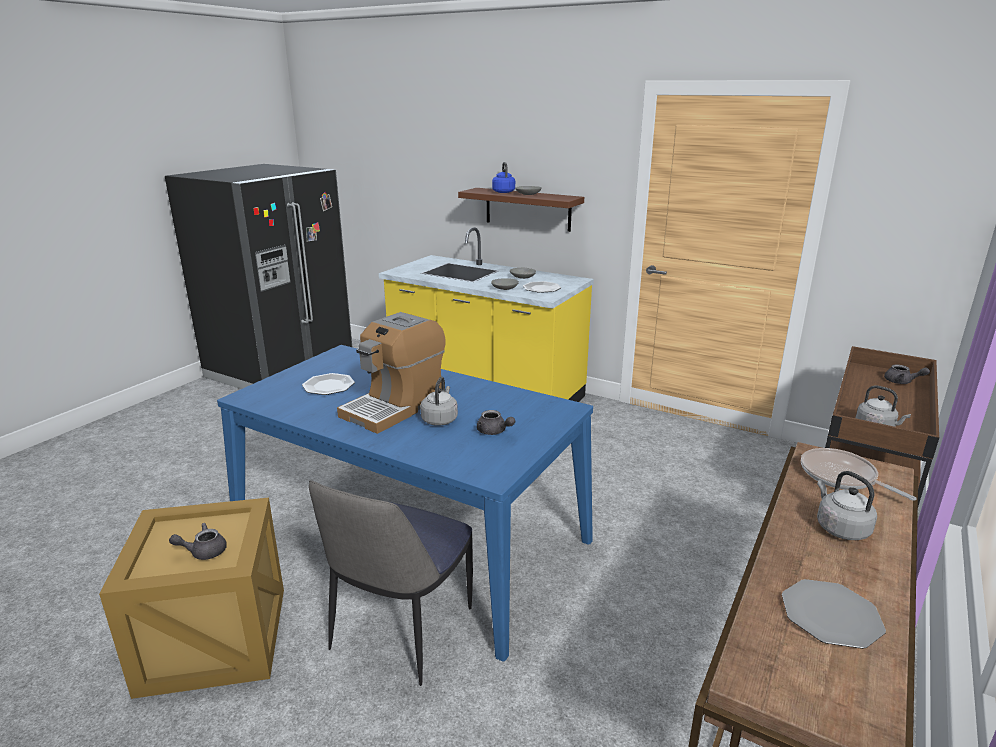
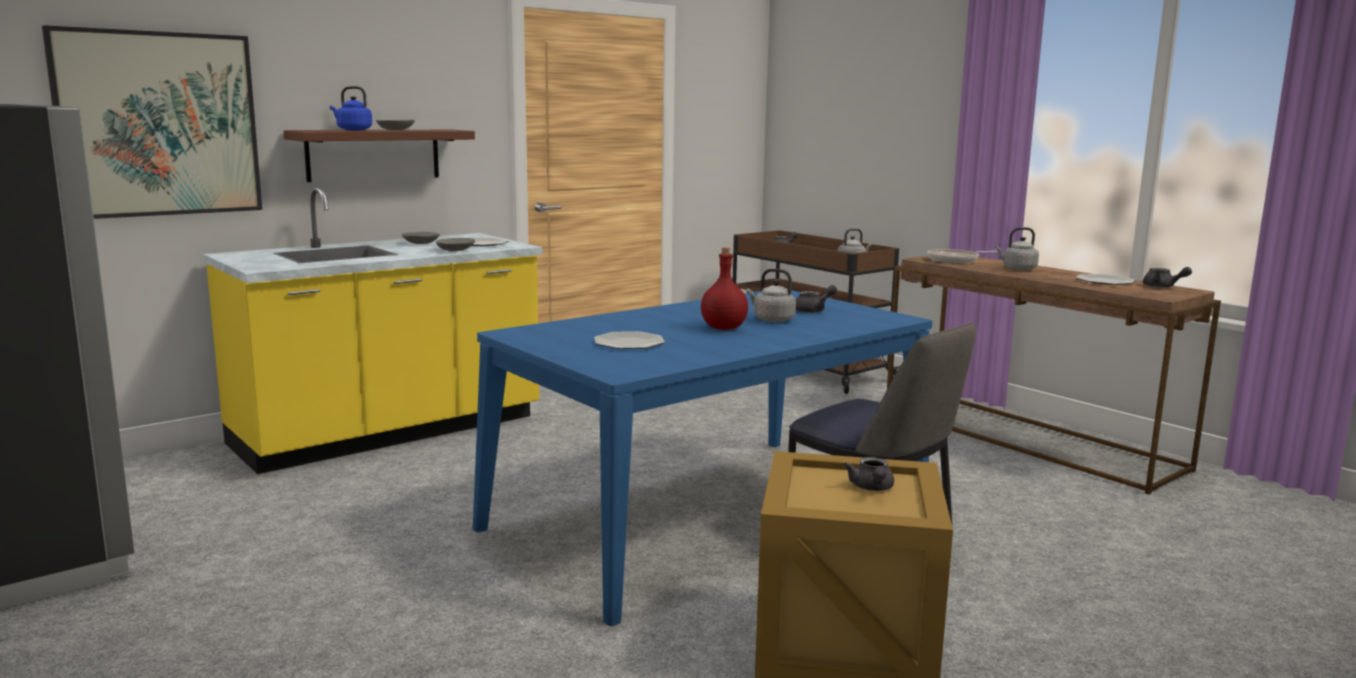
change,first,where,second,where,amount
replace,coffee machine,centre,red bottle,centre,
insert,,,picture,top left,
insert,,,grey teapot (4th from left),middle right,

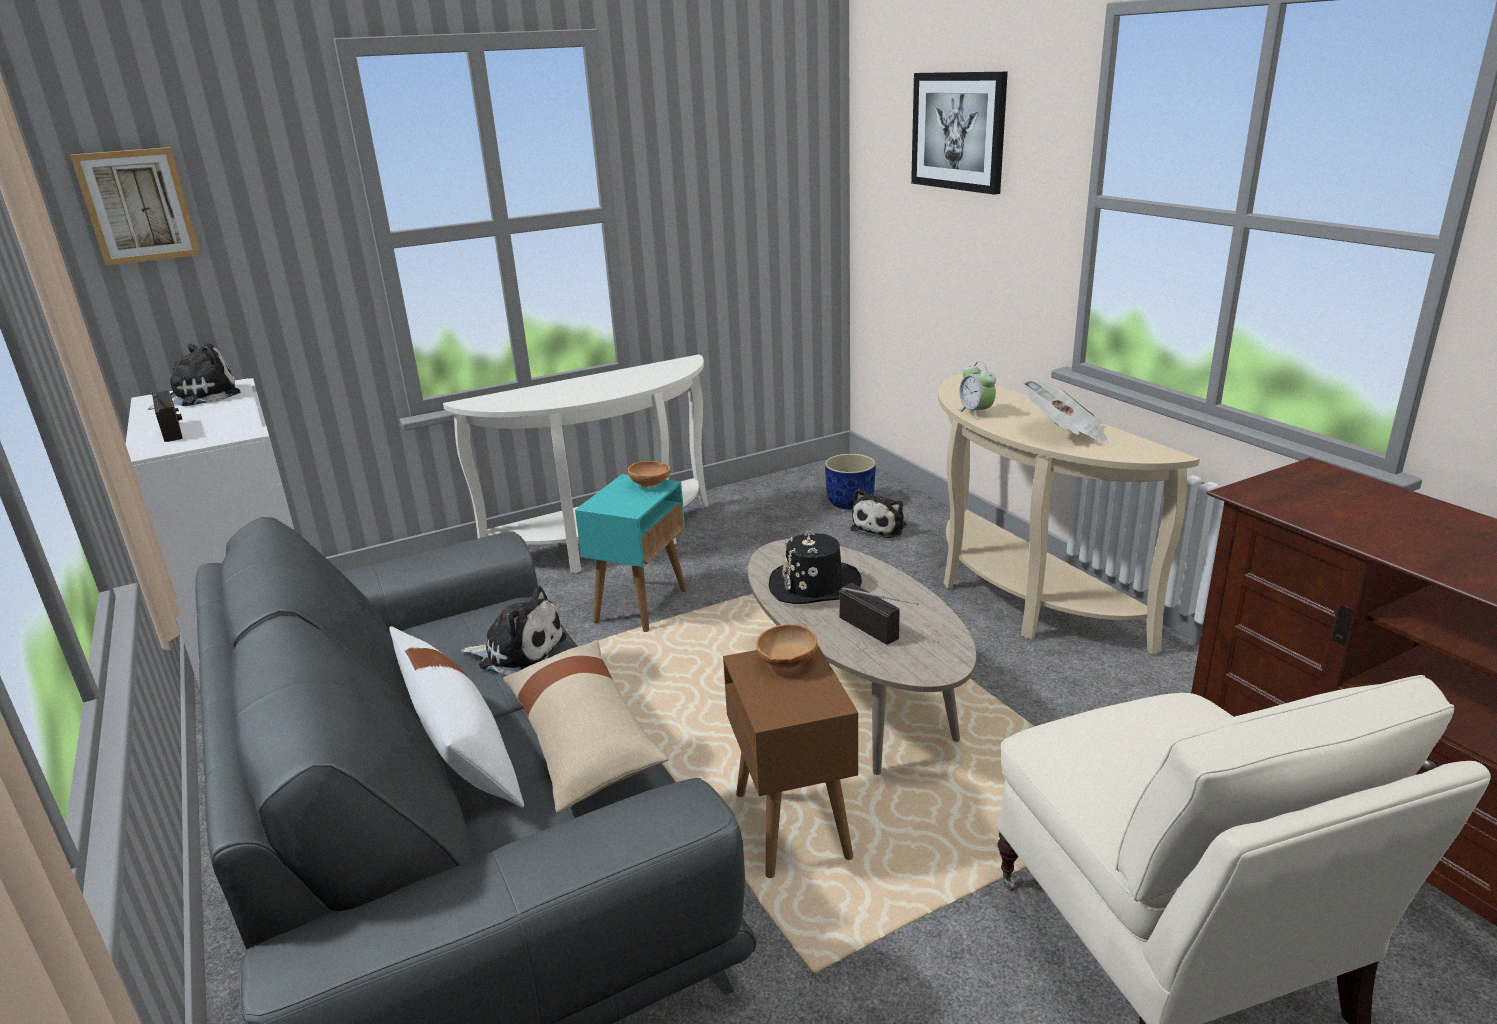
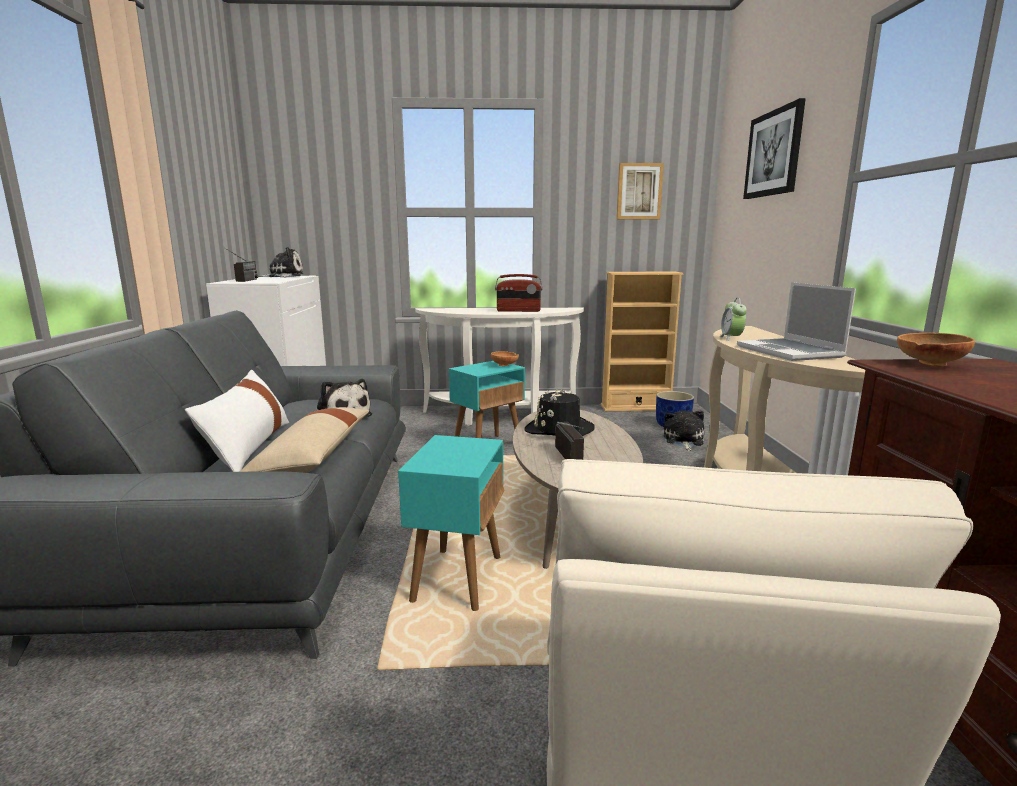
change,first,where,second,where,amount
move,picture (1st from left),top left,,top centre,
recolor,brown side table,bottom centre,turquoise side table (1st from left),centre,
move,brown bowl (2nd from left),centre,,middle right,
rotate,plush toy (3rd from left),centre,,middle right,135 degrees clockwise
replace,newspaper,middle right,laptop,middle right,
insert,,,radio (2nd from left),centre,
insert,,,beige bookcase,centre,

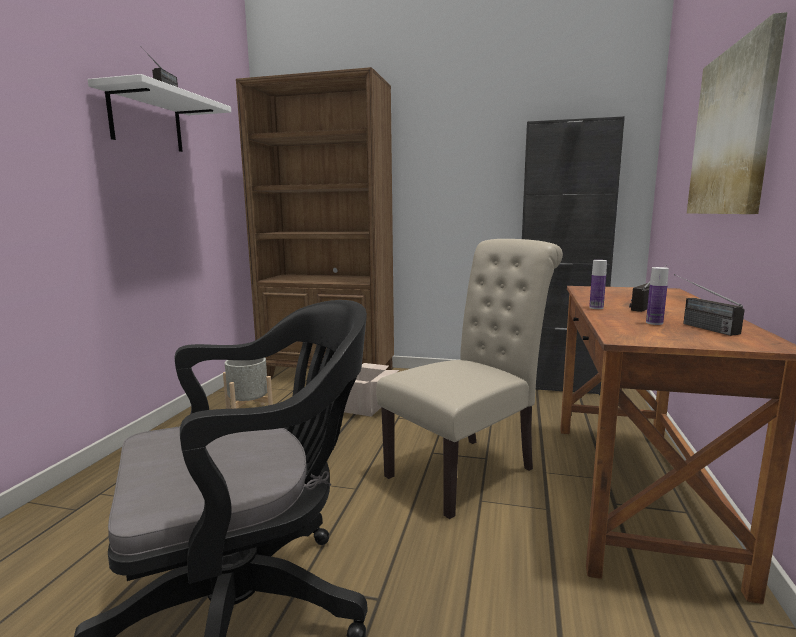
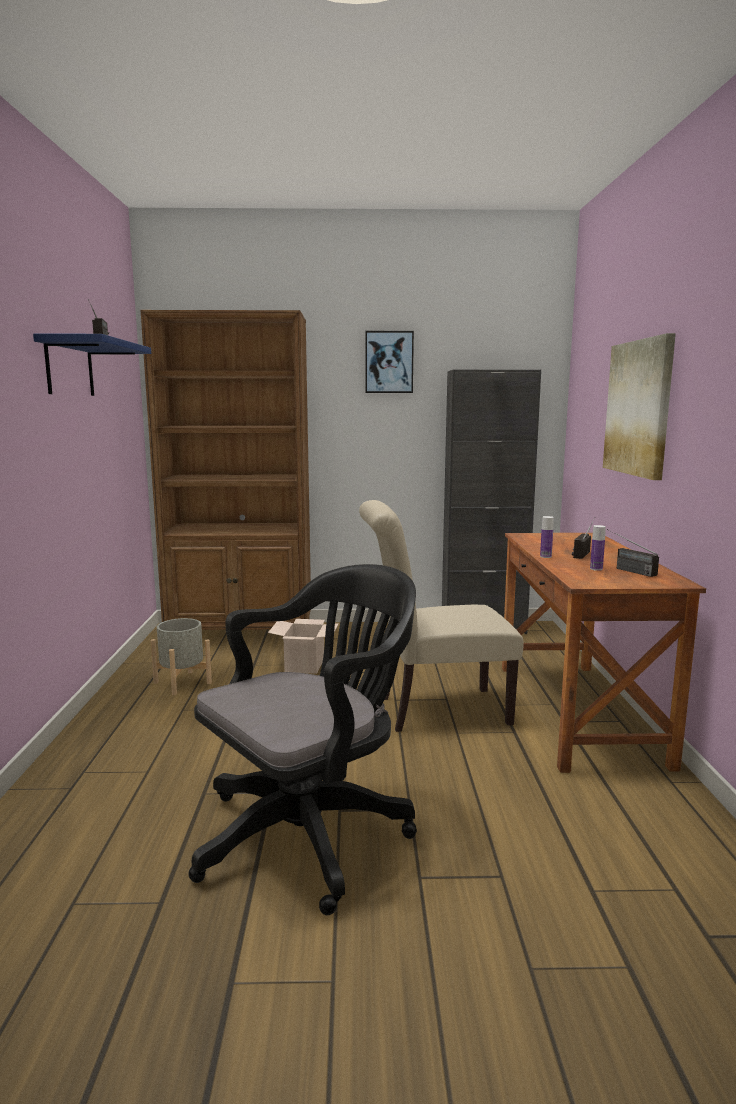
change,first,where,second,where,amount
recolor,white shelf,top left,blue shelf,top left,
rotate,beige chair,centre,,centre,135 degrees counterclockwise
insert,,,picture (1st from left),top centre,

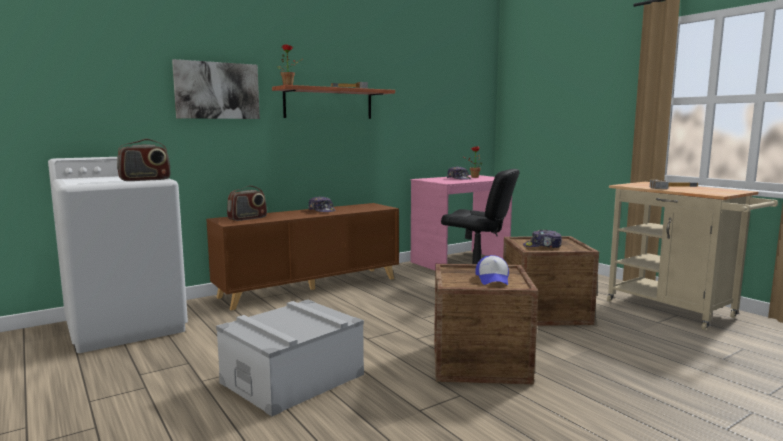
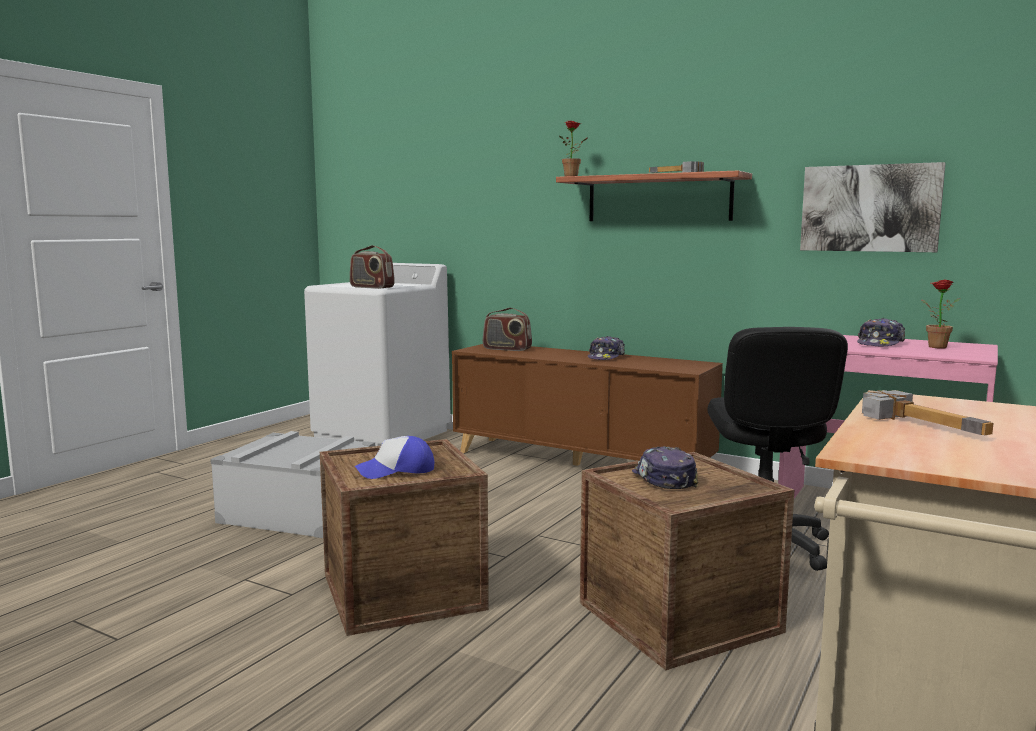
change,first,where,second,where,amount
move,picture,top left,,top right,

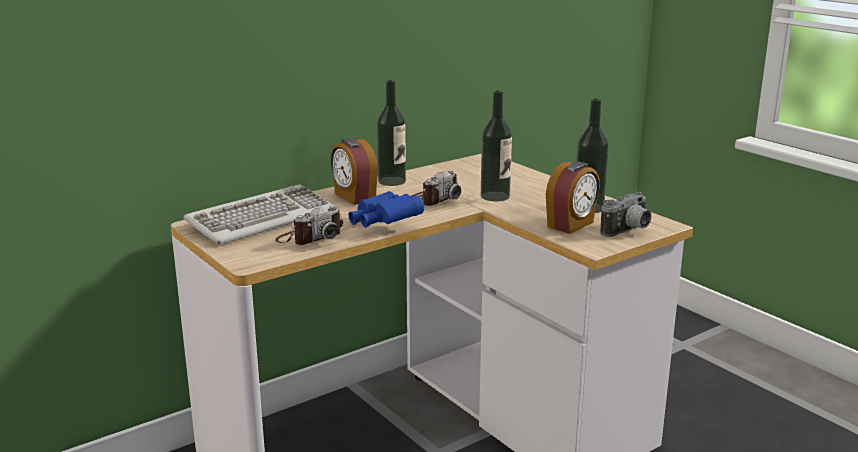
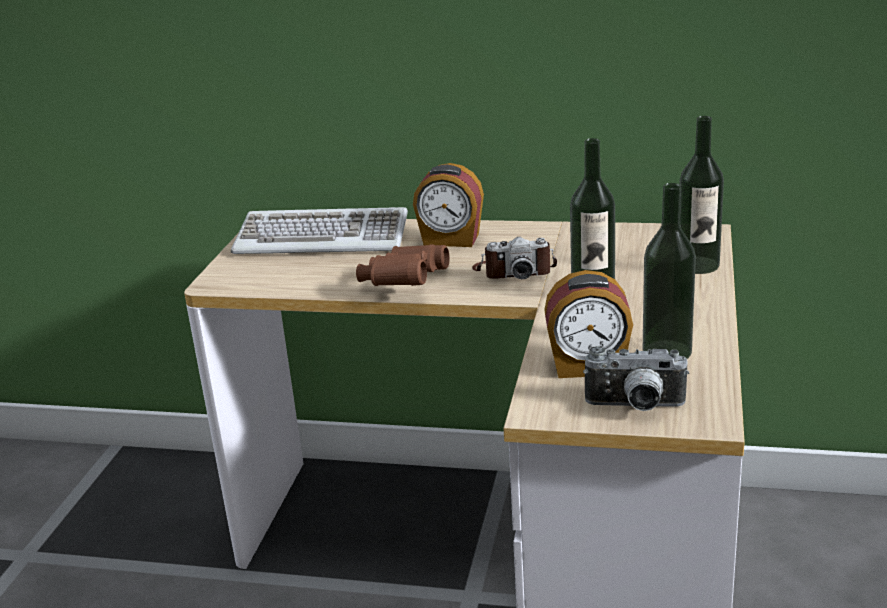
change,first,where,second,where,amount
delete,photo camera (1st from left),centre,,,
rotate,alarm clock (1st from left),centre,,centre,90 degrees counterclockwise
recolor,blue binoculars,centre,brown binoculars,centre,
move,bottle (1st from left in the first image),top centre,bottle (3rd from left),top right,

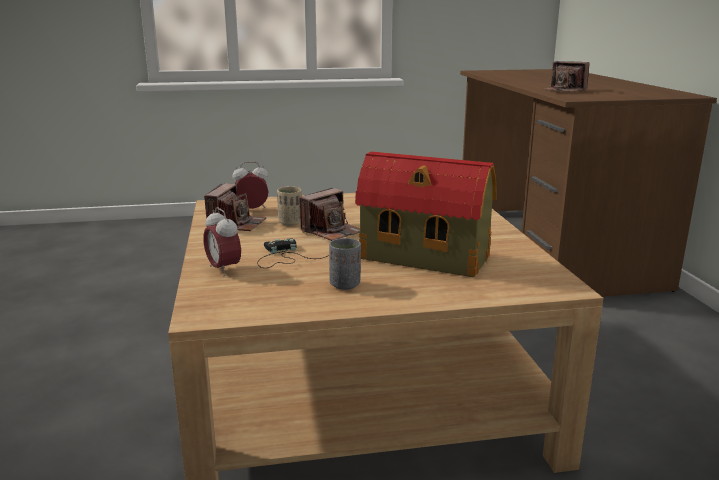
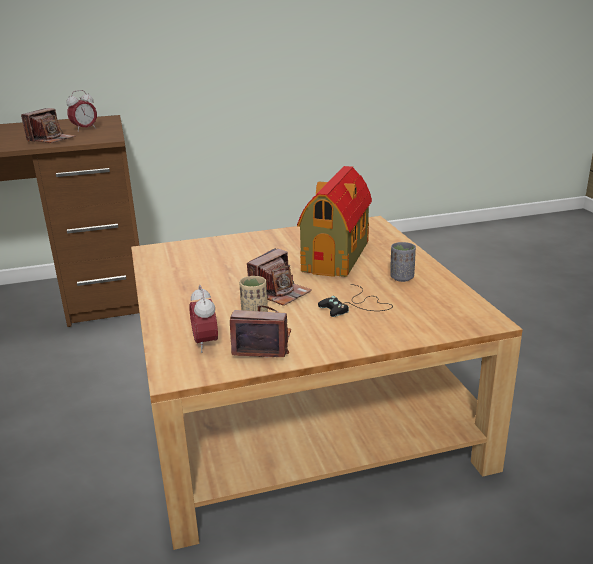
change,first,where,second,where,amount
move,alarm clock (1st from left),middle left,,top left,
rotate,photo camera (2nd from left in the first image),centre,photo camera (3rd from left),centre,90 degrees clockwise

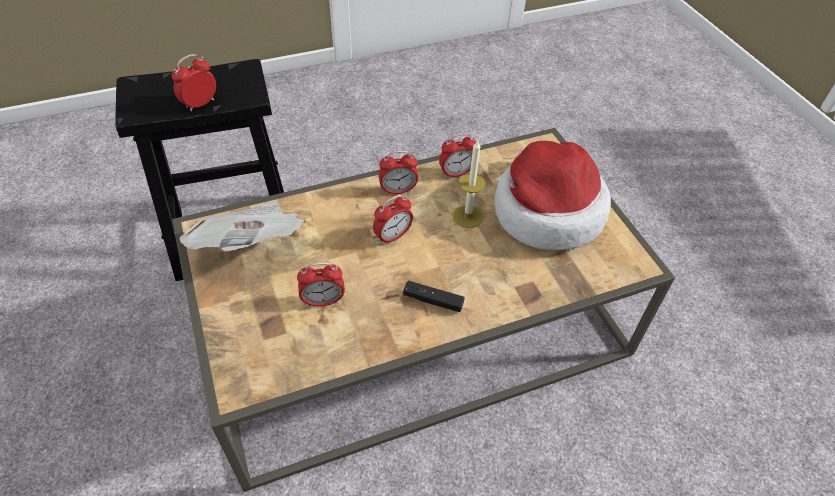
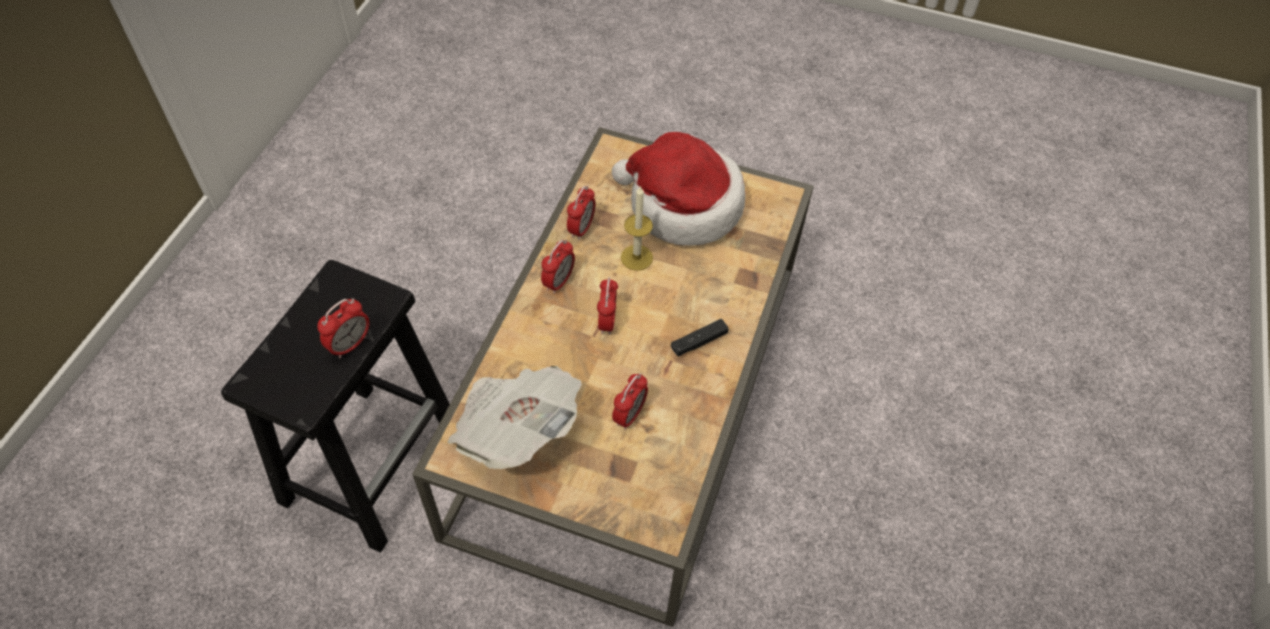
change,first,where,second,where,amount
rotate,alarm clock (1st from left),top left,,middle left,135 degrees counterclockwise

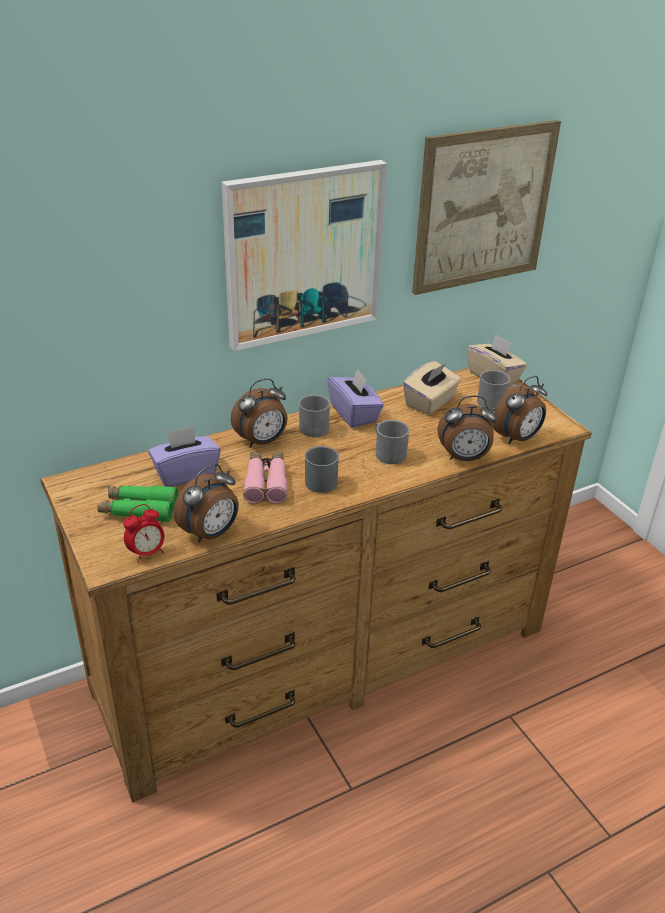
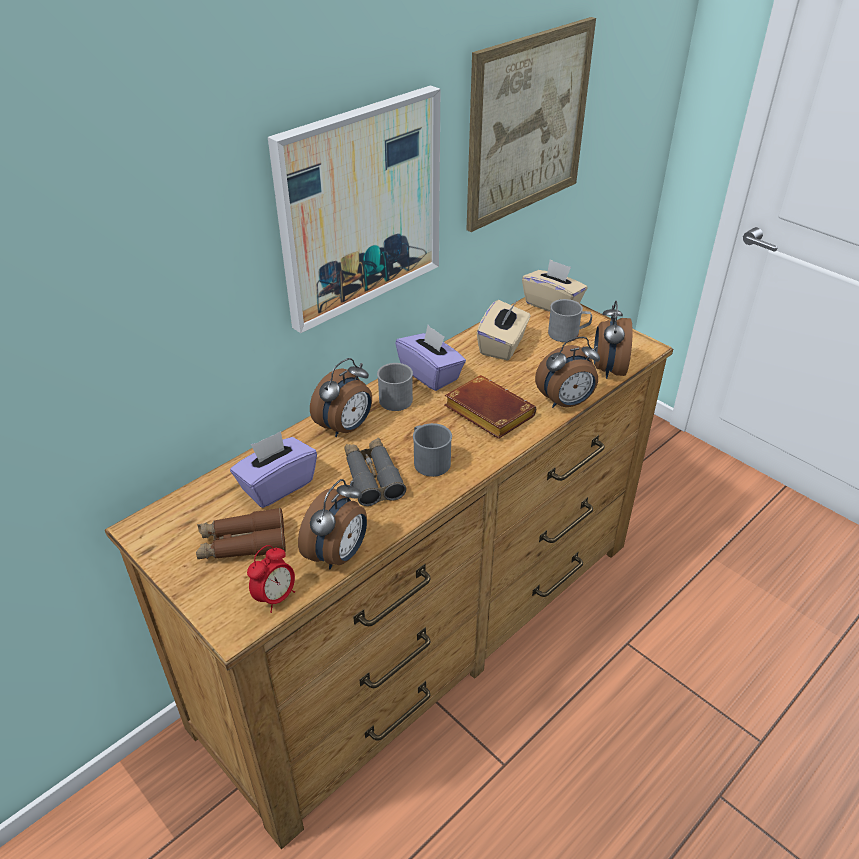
change,first,where,second,where,amount
recolor,green binoculars,middle left,brown binoculars,middle left,
recolor,pink binoculars,centre,grey binoculars,centre,
replace,grey mug (3rd from left),centre,brown book,centre,
rotate,alarm clock (5th from left),middle right,,middle right,150 degrees clockwise

